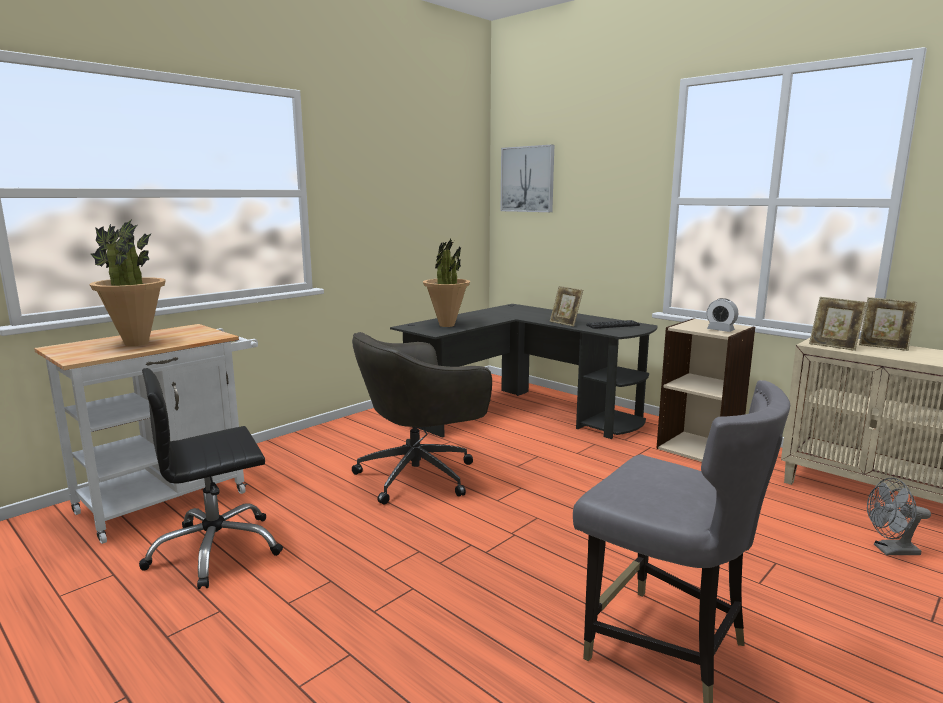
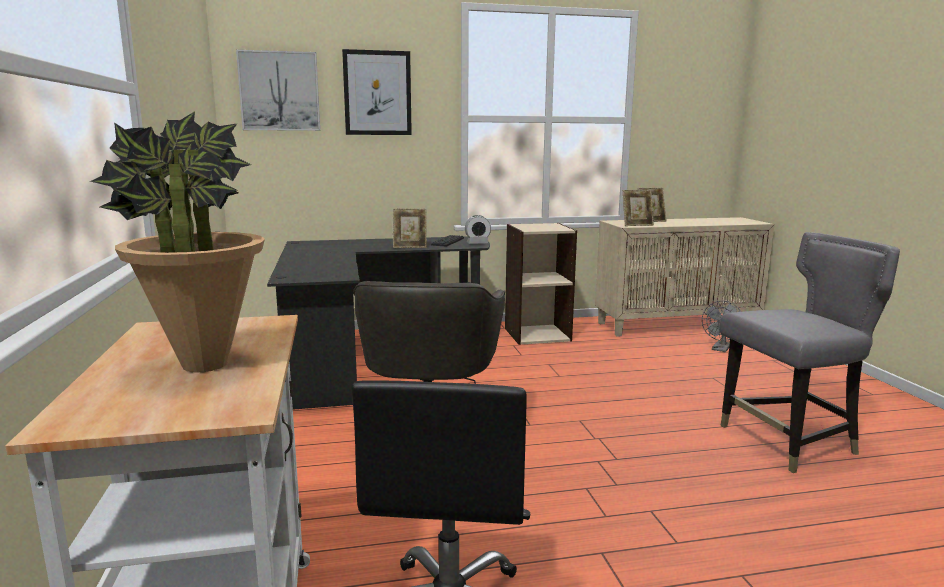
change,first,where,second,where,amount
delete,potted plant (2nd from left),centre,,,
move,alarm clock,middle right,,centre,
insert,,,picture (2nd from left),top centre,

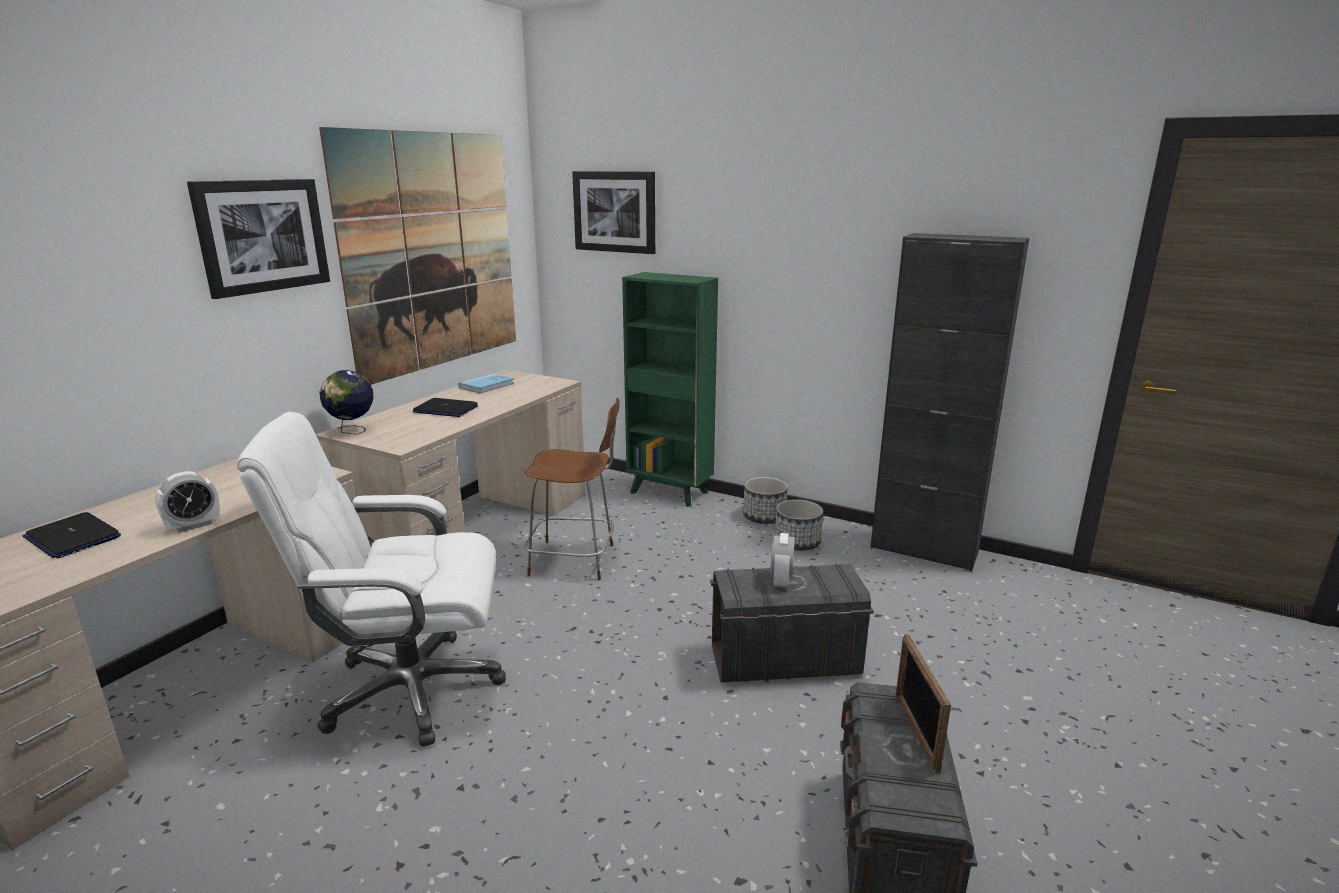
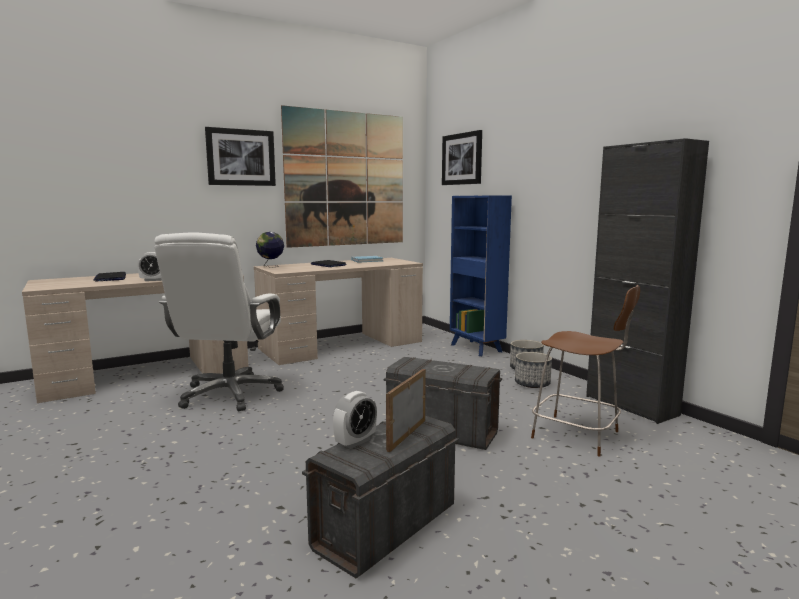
change,first,where,second,where,amount
rotate,white office chair,middle left,,middle left,105 degrees counterclockwise
move,brown stool,centre,,middle right,
recolor,green bookcase,centre,blue bookcase,centre,
move,alarm clock (2nd from left),centre,,bottom centre,

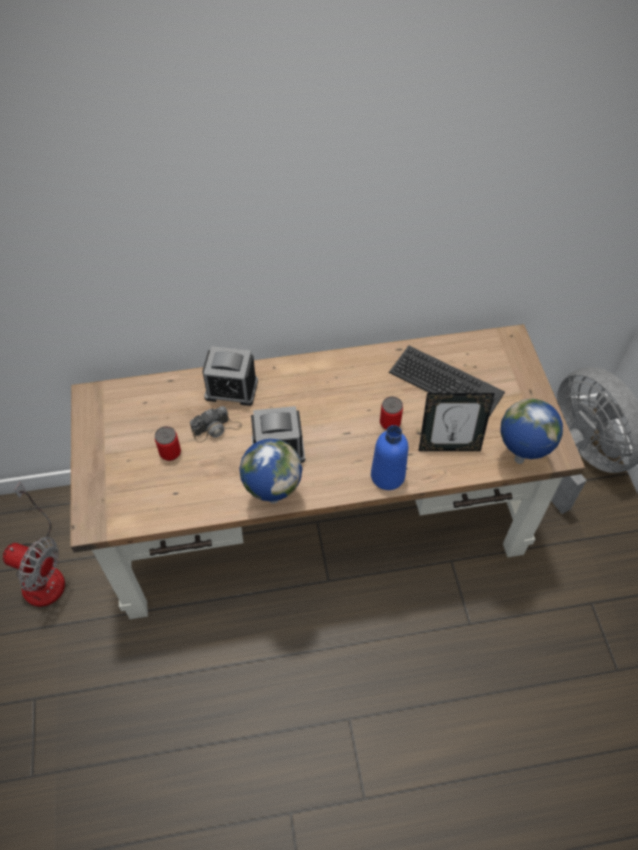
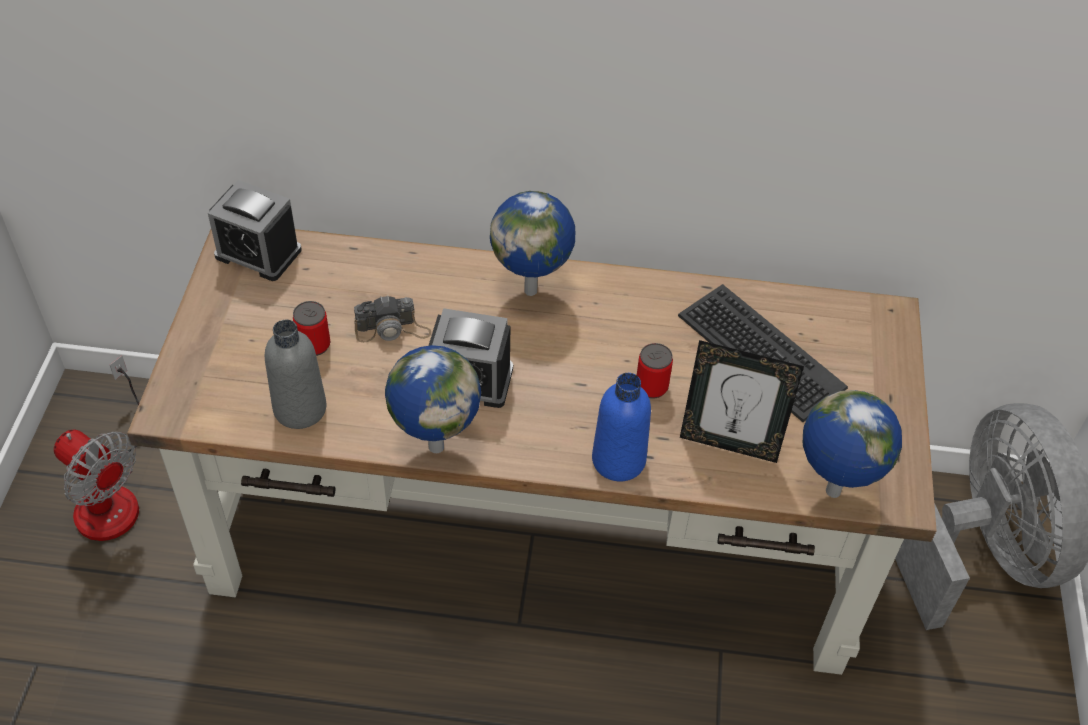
change,first,where,second,where,amount
move,alarm clock (1st from left),centre,,top left,
insert,,,grey bottle,middle left,
insert,,,globe (2nd from left),centre,

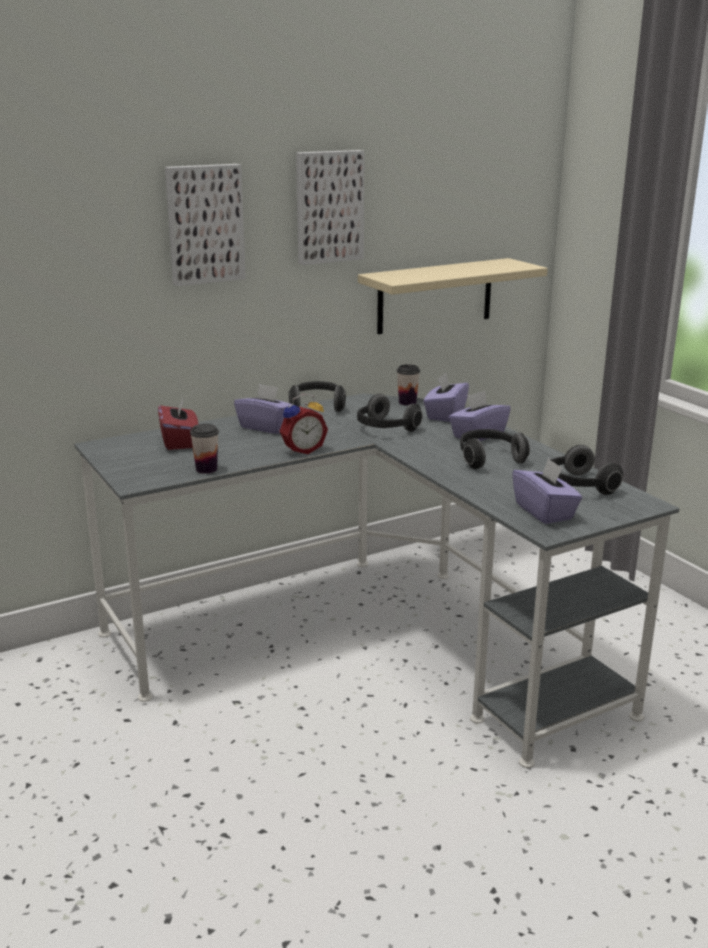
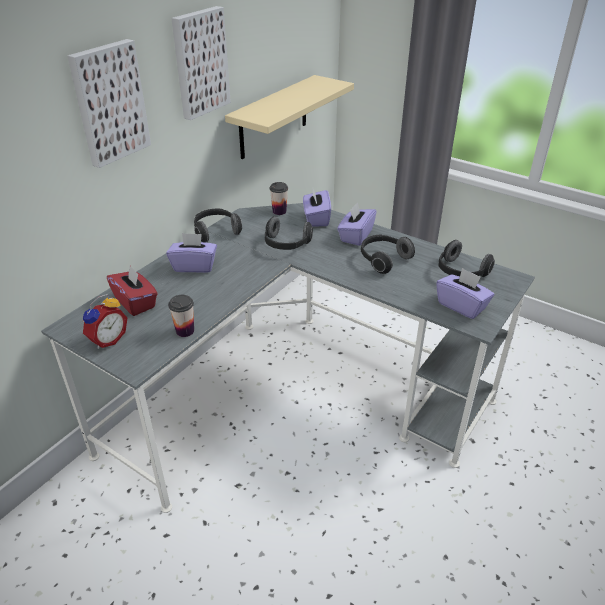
change,first,where,second,where,amount
move,alarm clock,centre,,middle left,

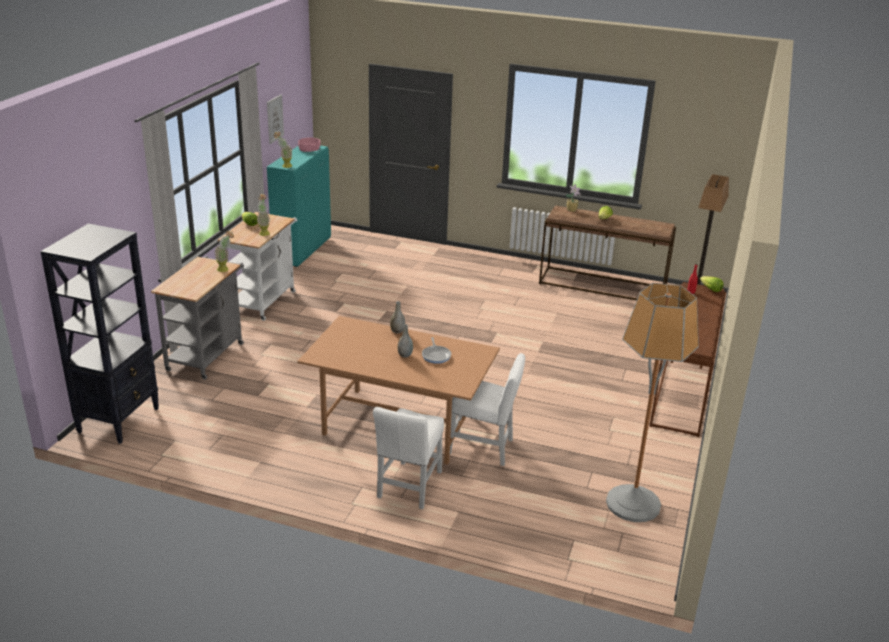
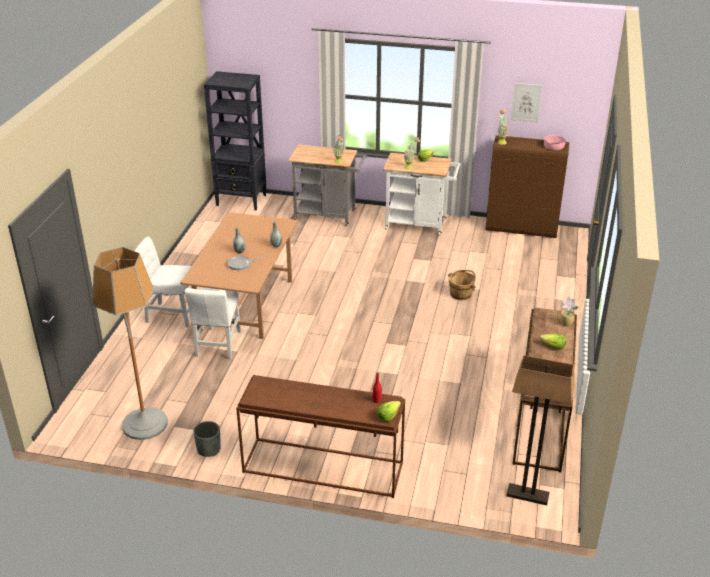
change,first,where,second,where,amount
recolor,turquoise cabinet,top centre,brown cabinet,top right,
insert,,,grey planter,bottom left,
insert,,,brown bucket,centre,

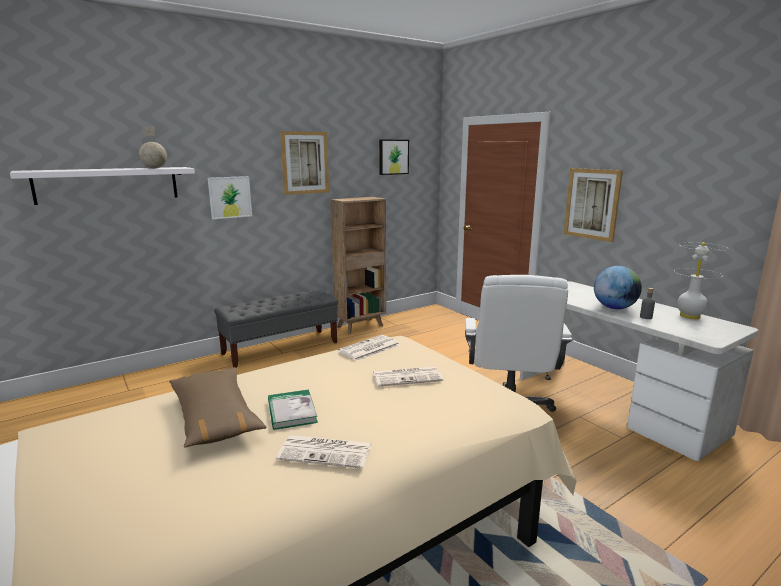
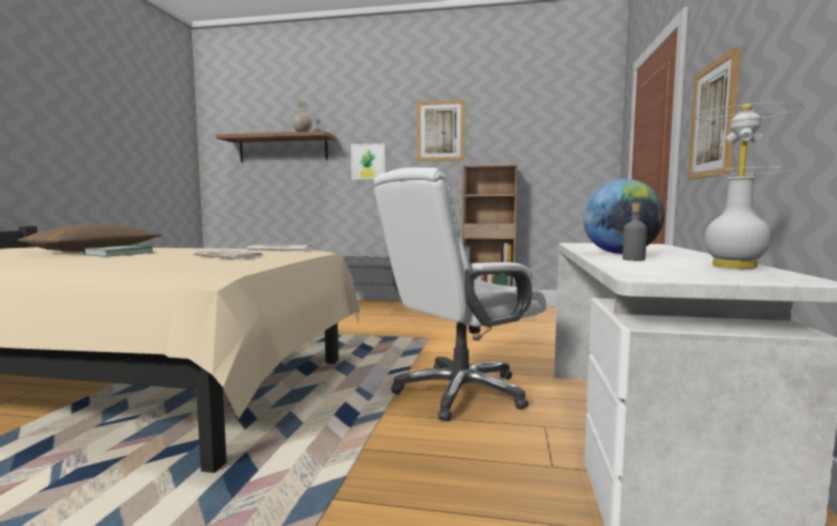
change,first,where,second,where,amount
recolor,white shelf,top left,brown shelf,top left,
delete,newspaper (1st from left),bottom centre,,,
delete,picture (3rd from left),top centre,,,

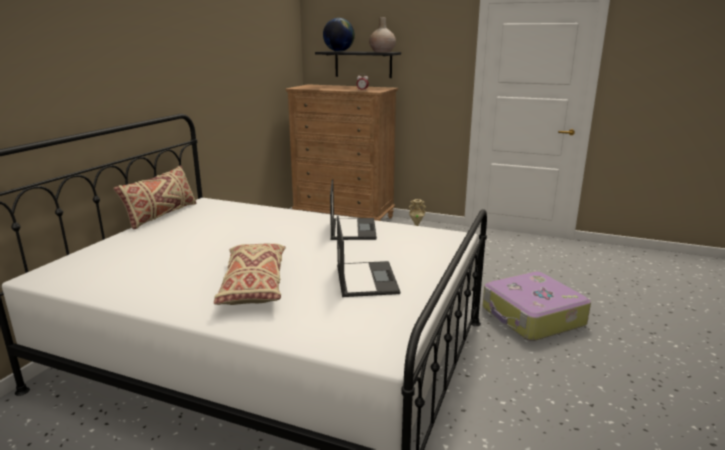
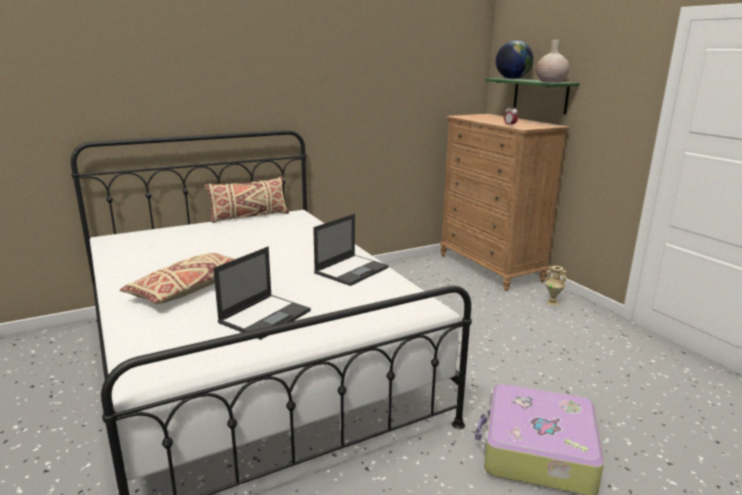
change,first,where,second,where,amount
recolor,black shelf,top centre,green shelf,top right,

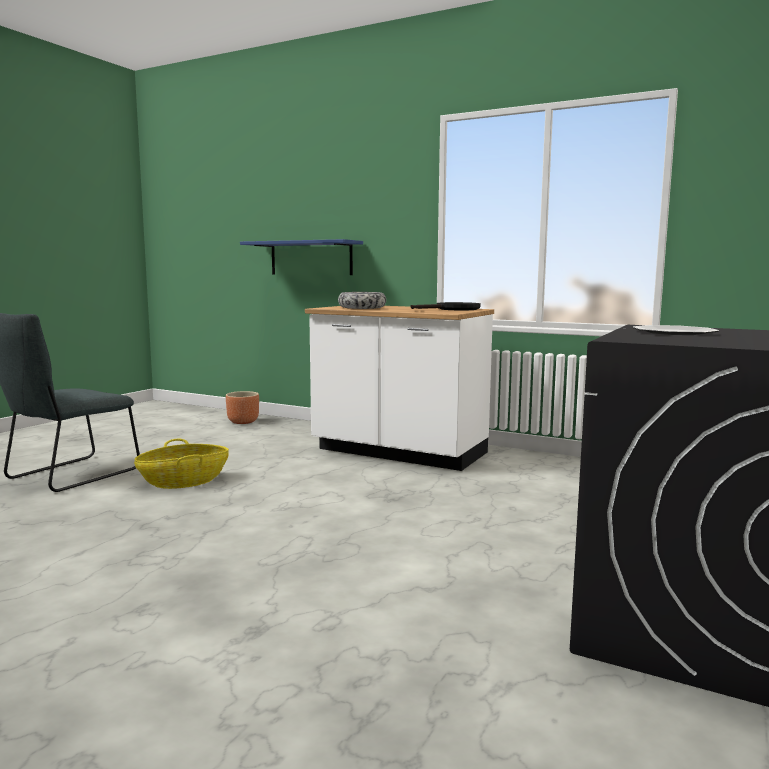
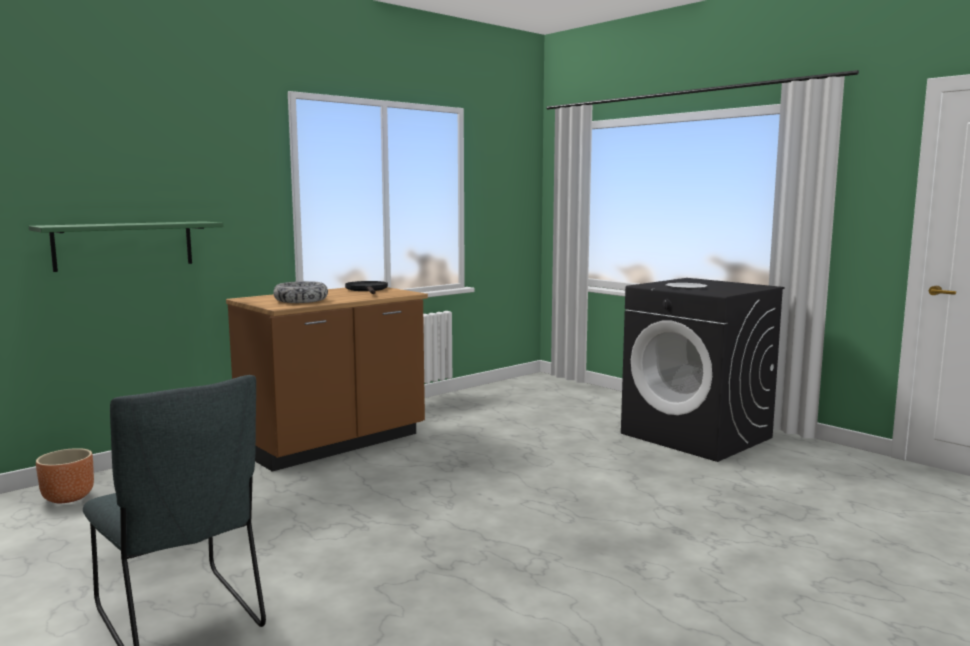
change,first,where,second,where,amount
delete,basket,middle left,,,
recolor,blue shelf,centre,green shelf,middle left,
recolor,white counter,centre,brown counter,centre,

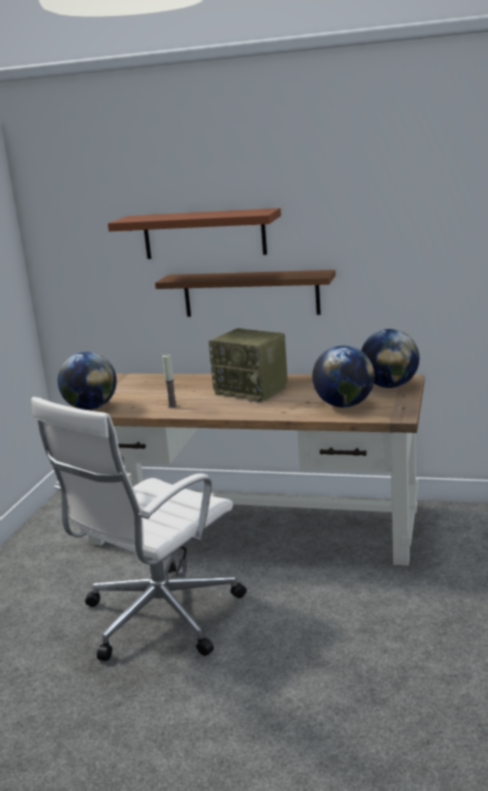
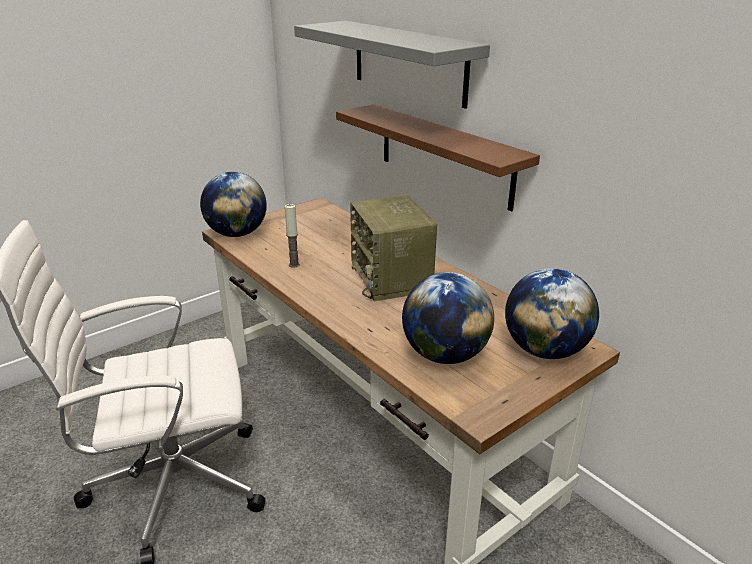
change,first,where,second,where,amount
recolor,brown shelf (1st from left),top centre,grey shelf,top centre,

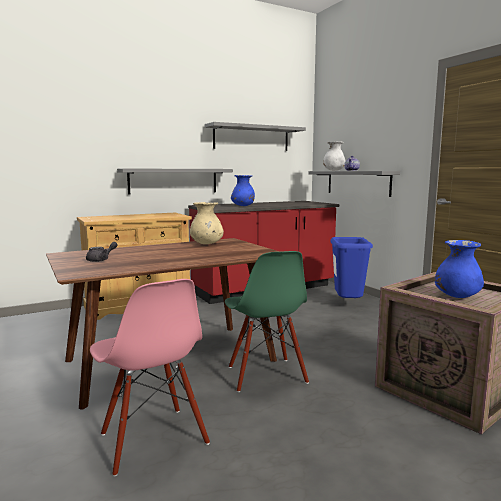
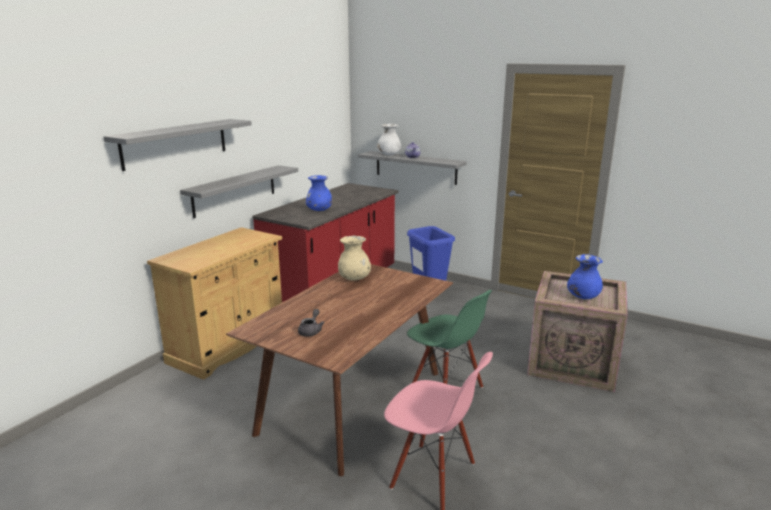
change,first,where,second,where,amount
move,grey shelf (2nd from left in the first image),top centre,grey shelf (1st from left),top left,

